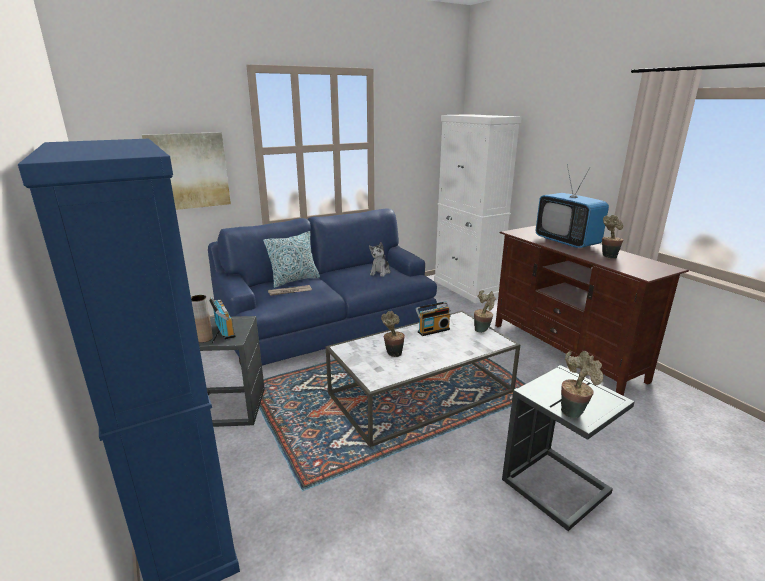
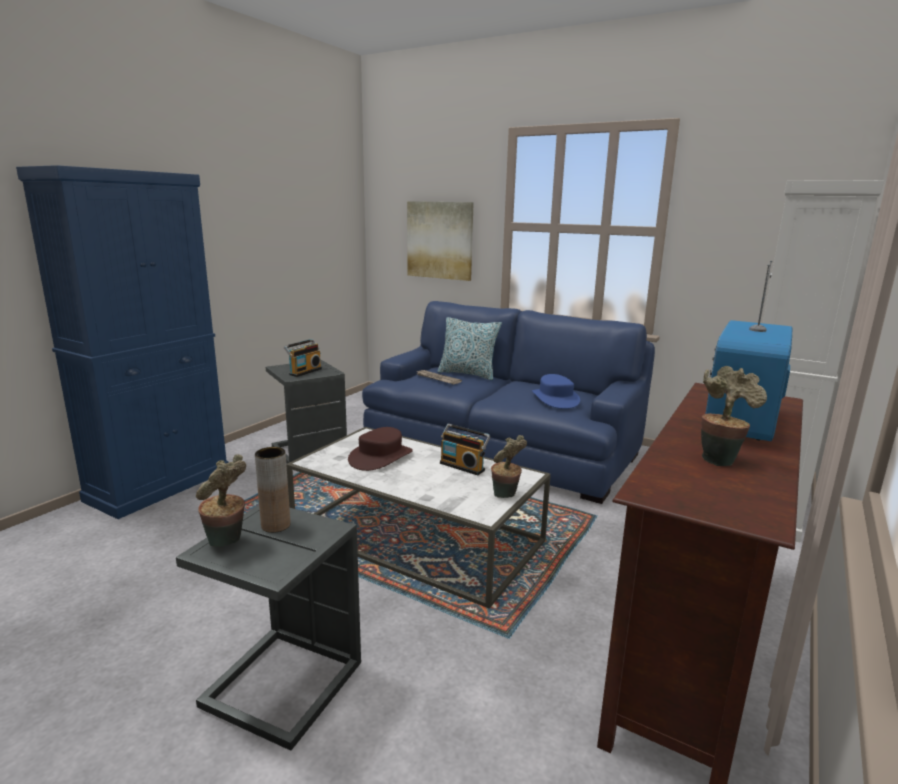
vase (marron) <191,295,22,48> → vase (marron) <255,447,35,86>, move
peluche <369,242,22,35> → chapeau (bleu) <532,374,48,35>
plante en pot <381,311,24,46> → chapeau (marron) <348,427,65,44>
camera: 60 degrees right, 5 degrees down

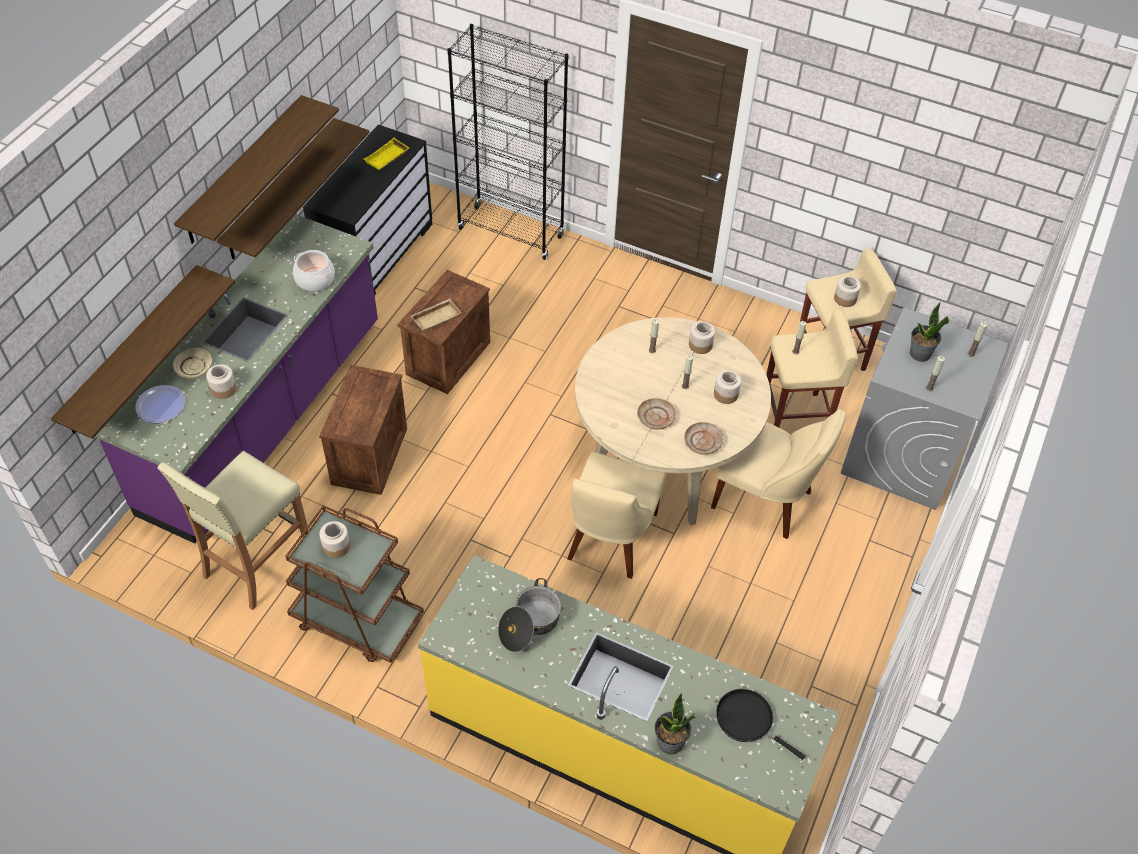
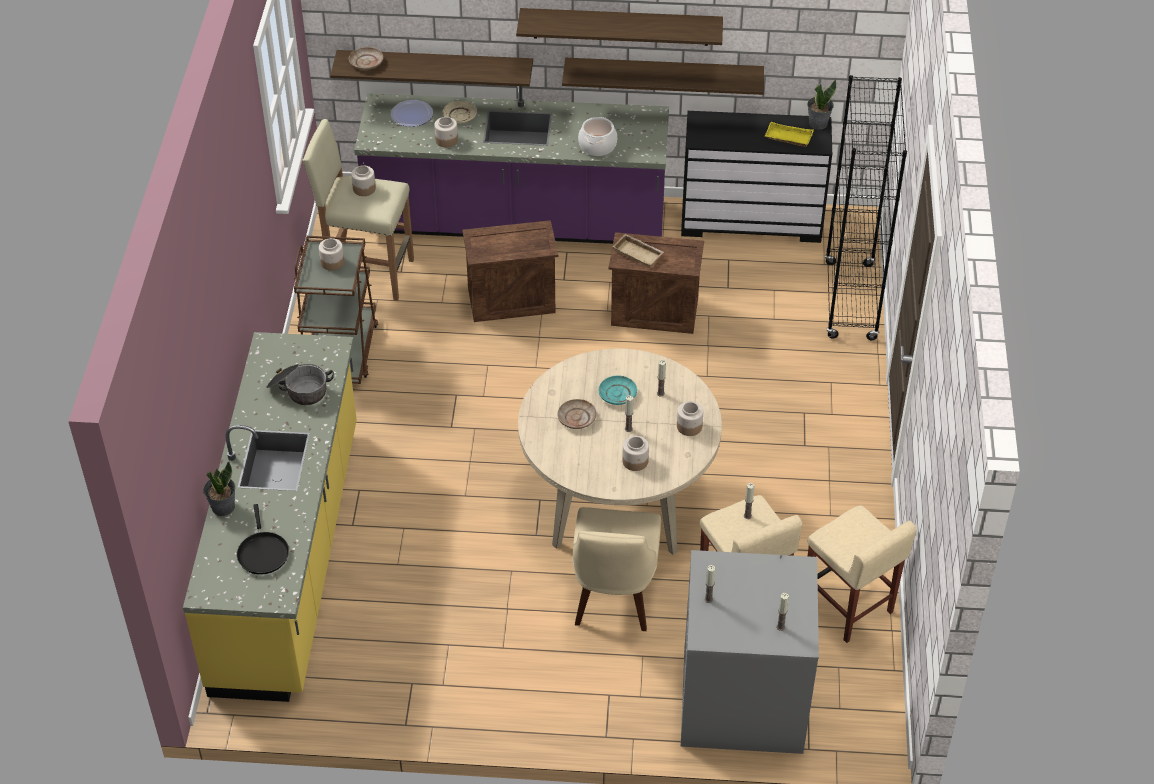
chaise (beige) <567,452,99,127> → -
- → assiette (turquoise) <599,376,38,29>
assiette (beige) <684,422,39,33> → assiette (beige) <349,47,34,23>, move
bocal <834,276,27,31> → bocal <351,165,25,31>, move
plante en pot <910,302,39,60> → plante en pot <807,80,29,49>, move
poêle (noir) <716,689,90,71> → poêle (noir) <237,504,52,71>, 150 degrees clockwise
camera: 70 degrees right, 5 degrees down

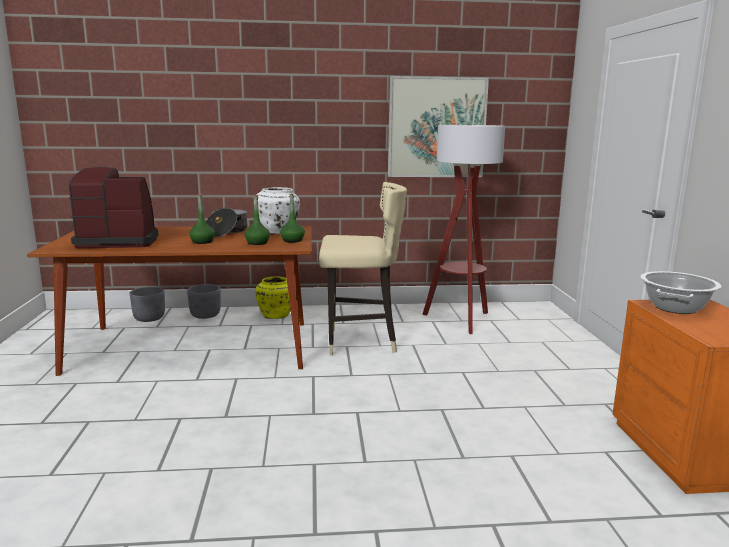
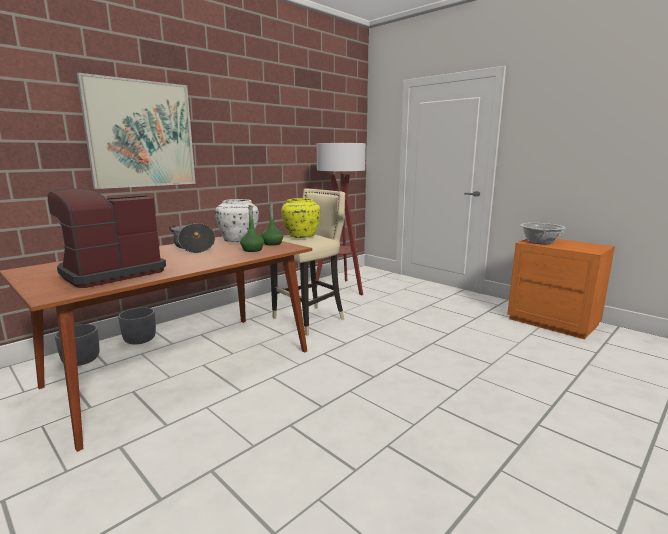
bouteille (vert) <189,194,26,50> → -
vase (jaune) <255,277,36,42> → vase (jaune) <281,198,39,40>, move
tableau <388,76,101,101> → tableau <76,73,120,116>, move
camera: 40 degrees left, 0 degrees up

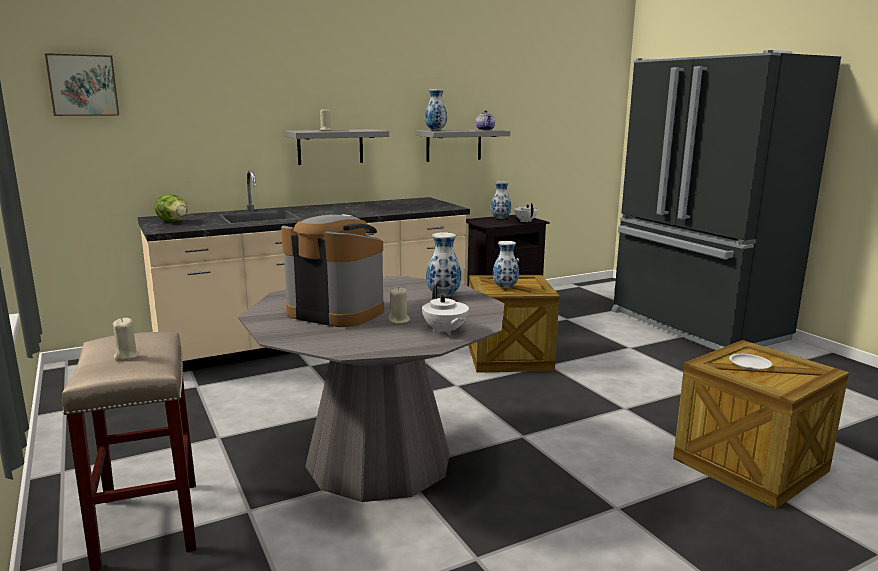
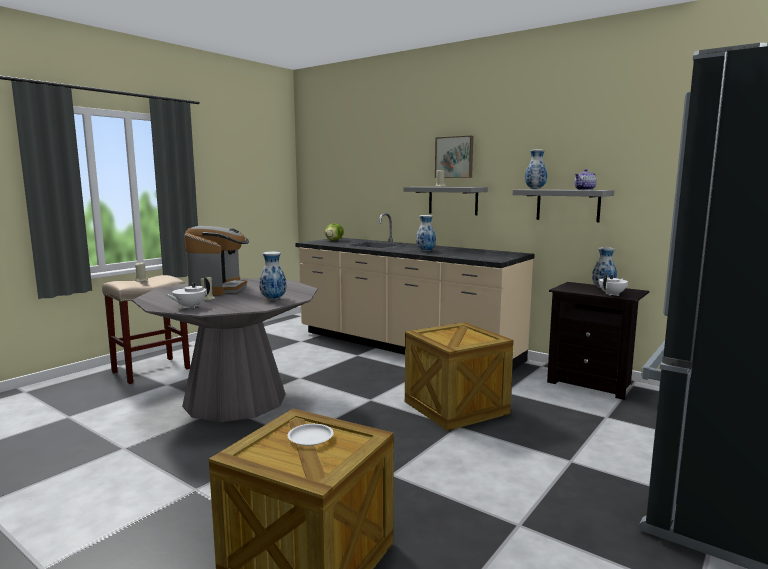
tableau <45,53,74,63> → tableau <435,136,38,42>, move
vase <493,241,26,48> → vase <416,215,20,37>, move
camera: 65 degrees right, 5 degrees down

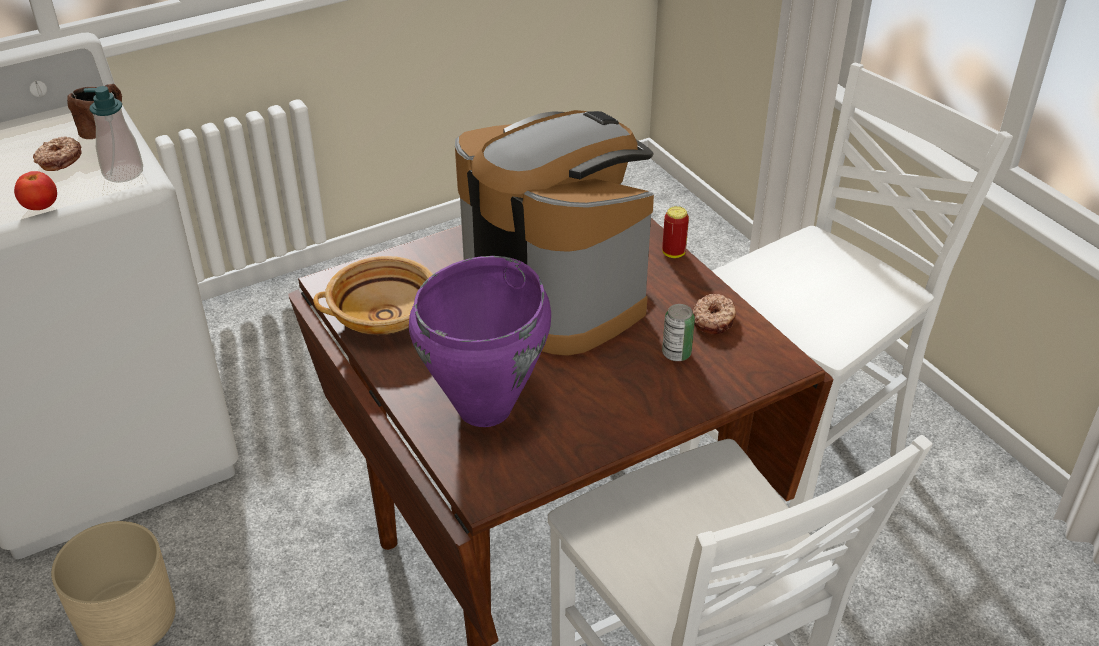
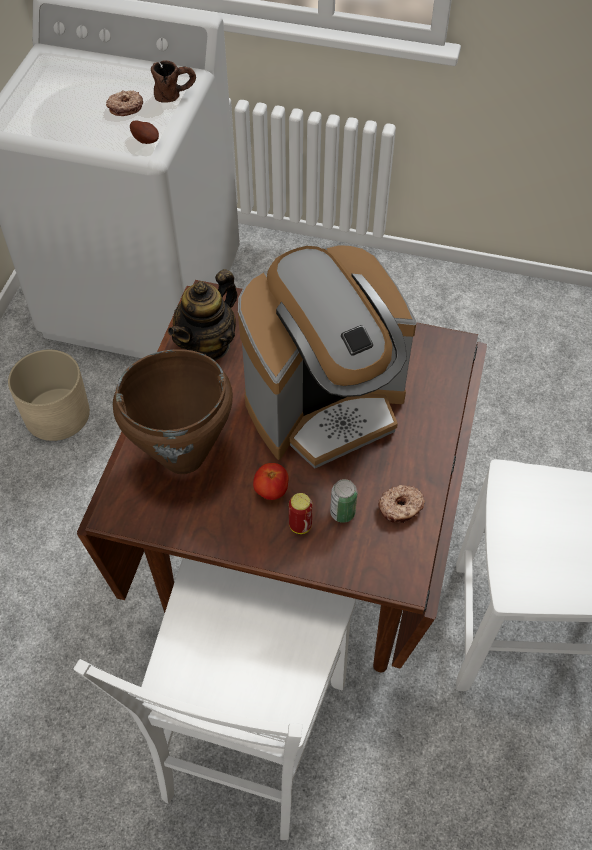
tomate <14,171,43,39> → tomate <253,463,36,37>, move
boîte métallique <662,206,27,52> → boîte métallique <289,493,24,41>, move
distributeur de savon <84,86,59,97> → pomme de terre <130,120,29,24>
bol (beige) <313,256,120,79> → théière <168,269,70,92>
marmite (violet) <409,256,142,171> → marmite (marron) <113,350,120,124>
machine à café <455,110,199,246> → machine à café <238,245,179,223>, 60 degrees clockwise
camera: 45 degrees right, 15 degrees up

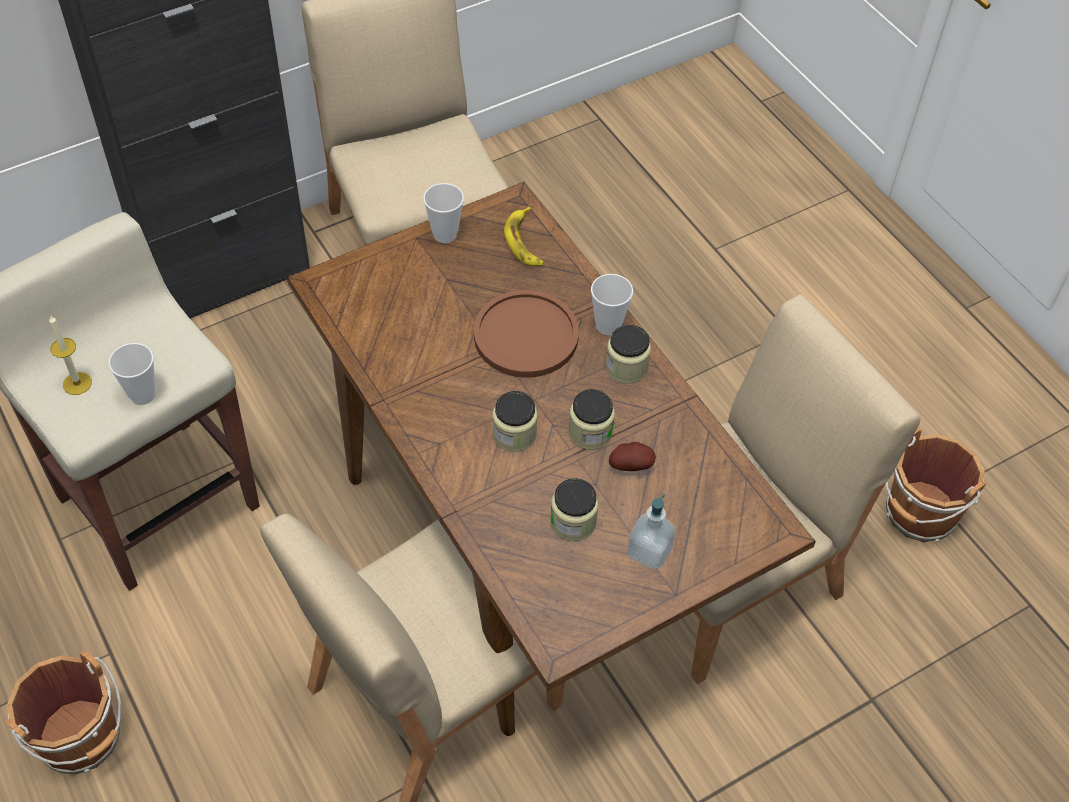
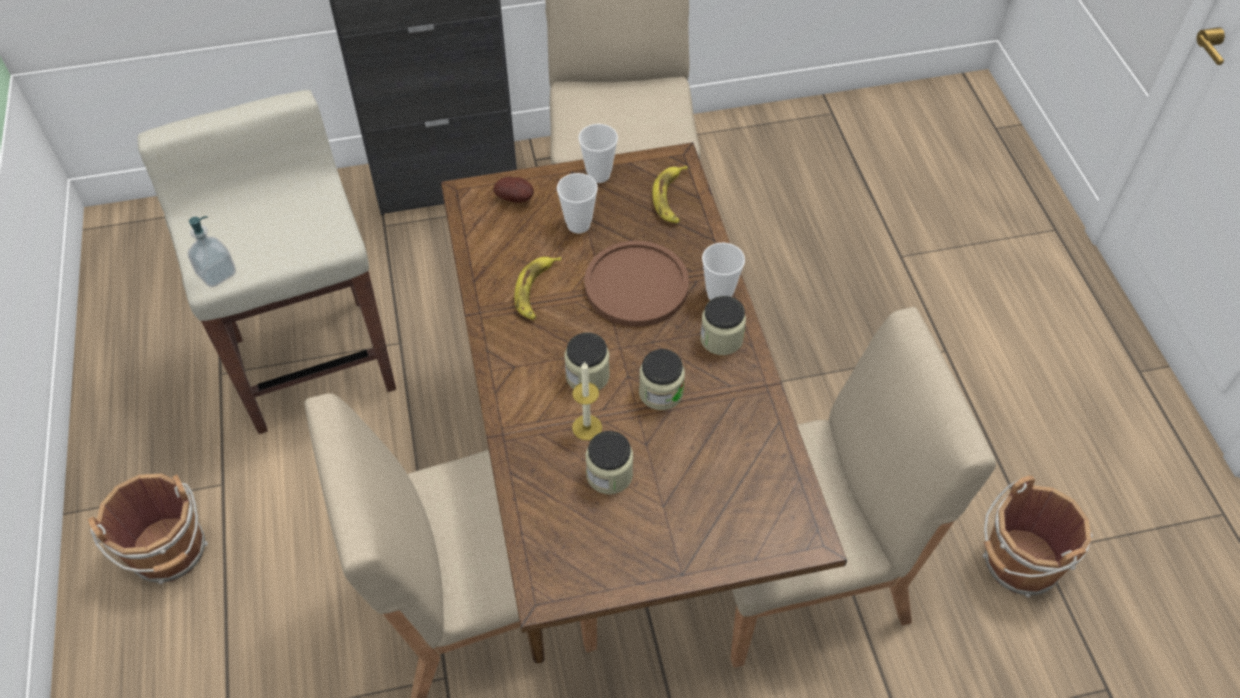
- → banane <514,257,47,63>
bougie <49,315,43,80> → bougie <572,361,30,80>, move
tasse <109,343,47,62> → tasse <557,173,41,60>, move
pomme de terre <609,442,47,29> → pomme de terre <494,177,40,26>, move
distributeur de savon <627,494,49,75> → distributeur de savon <188,216,48,71>, move
camera: 20 degrees right, 0 degrees up

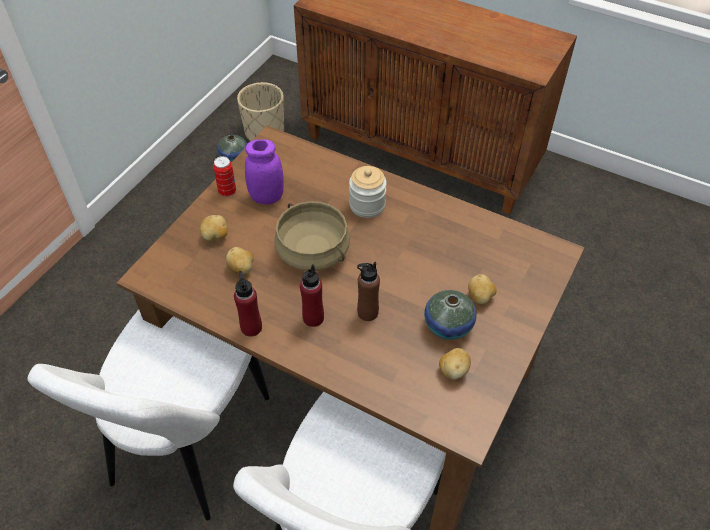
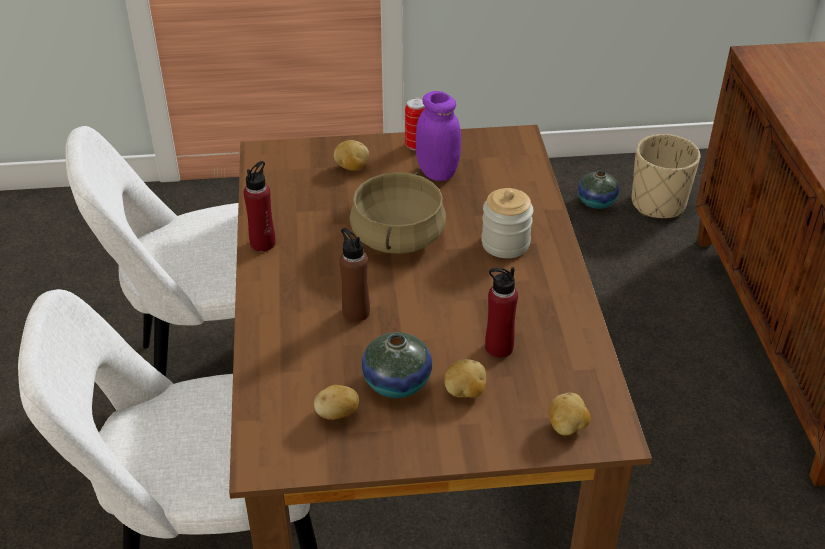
pomme de terre <226,247,28,27> → pomme de terre <549,393,42,43>, move
bouteille (rouge) <300,264,24,63> → bouteille (rouge) <485,267,33,91>, move
camera: 55 degrees right, 10 degrees down

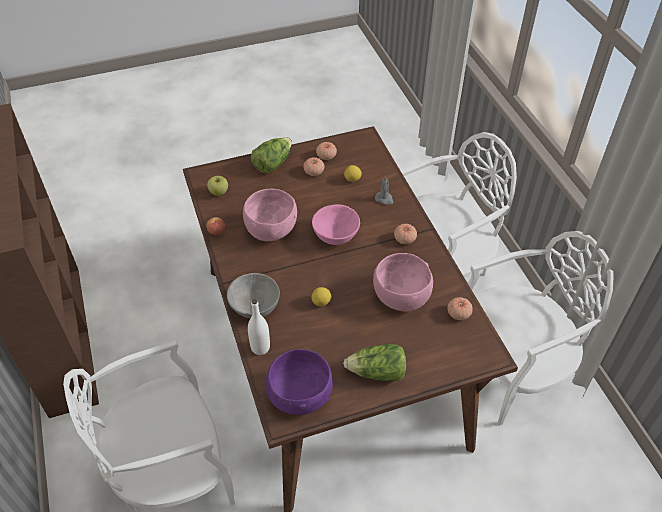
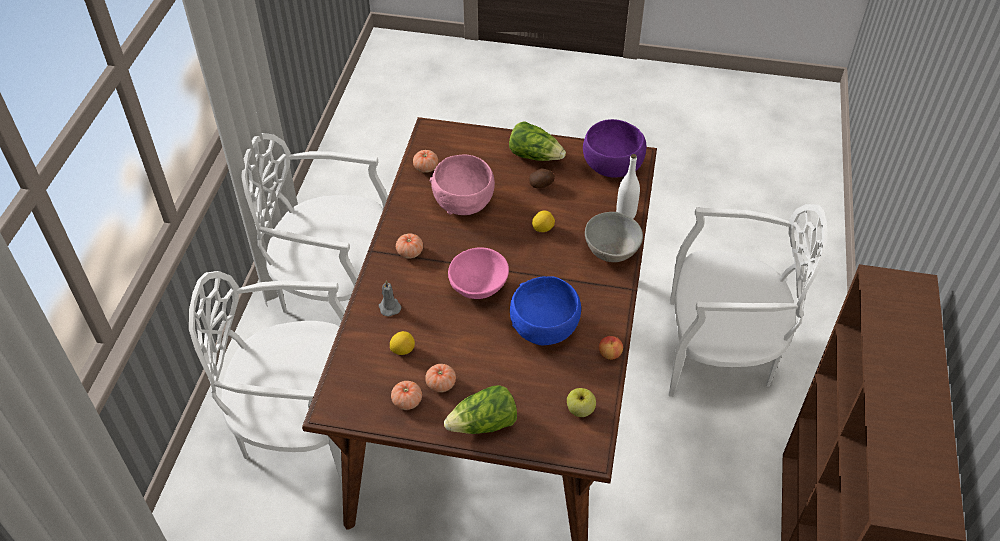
- → pomme de terre <529,169,26,19>
bol (rose) <243,189,54,52> → bol (bleu) <510,276,71,69>
camera: 150 degrees left, 0 degrees up

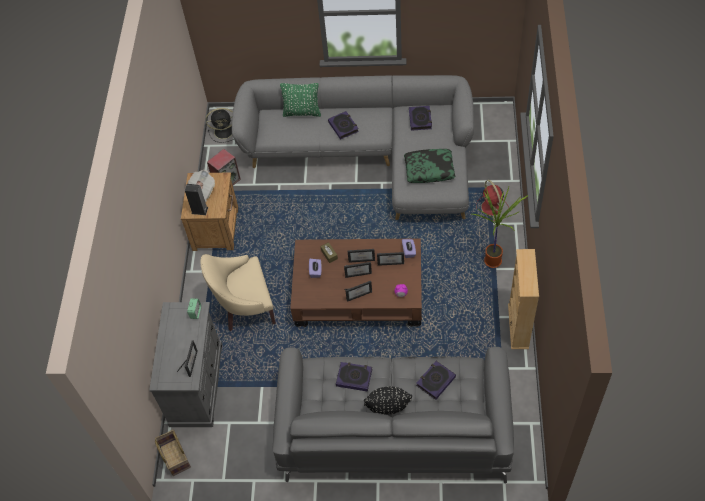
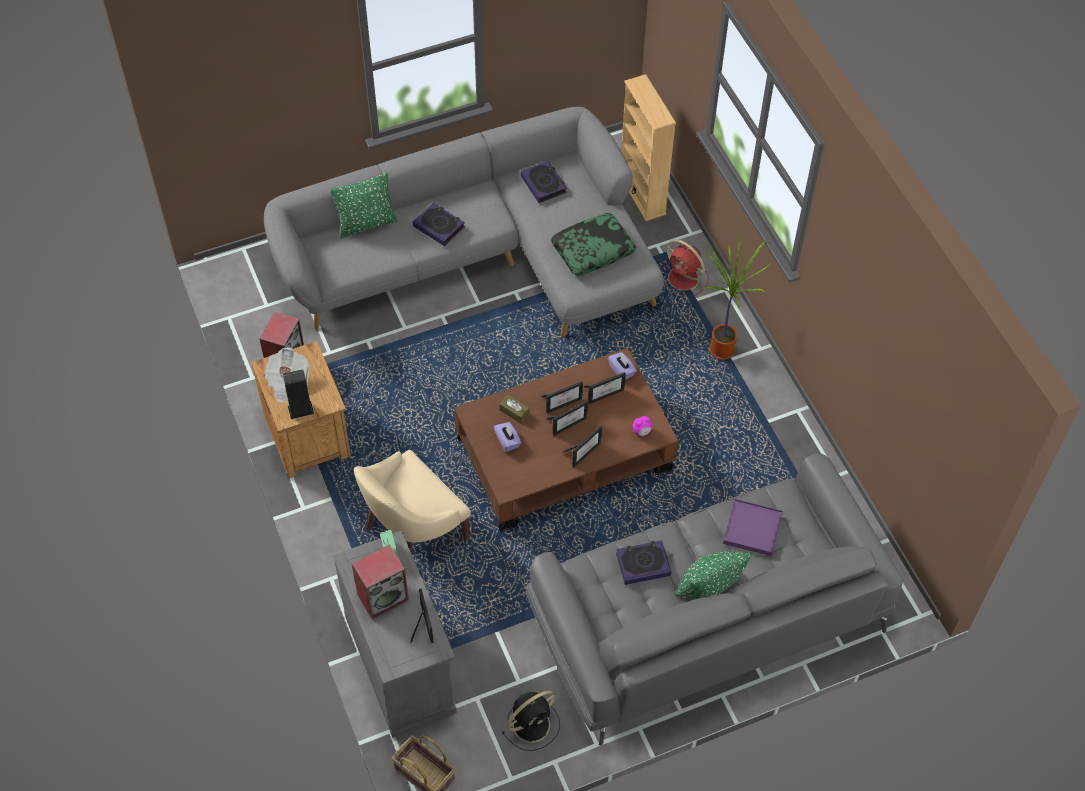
- → enceinte <352,544,57,75>
ventilateur (noir) <206,108,28,35> → ventilateur (noir) <502,690,58,61>, move
bibliothèque (beige) <508,249,31,100> → bibliothèque (beige) <621,74,55,147>, move
livre <416,361,40,39> → plateau (violet) <723,499,60,57>
coussin (noir) <364,387,48,28> → coussin (vert) <675,552,77,47>
camera: 30 degrees left, 0 degrees up

